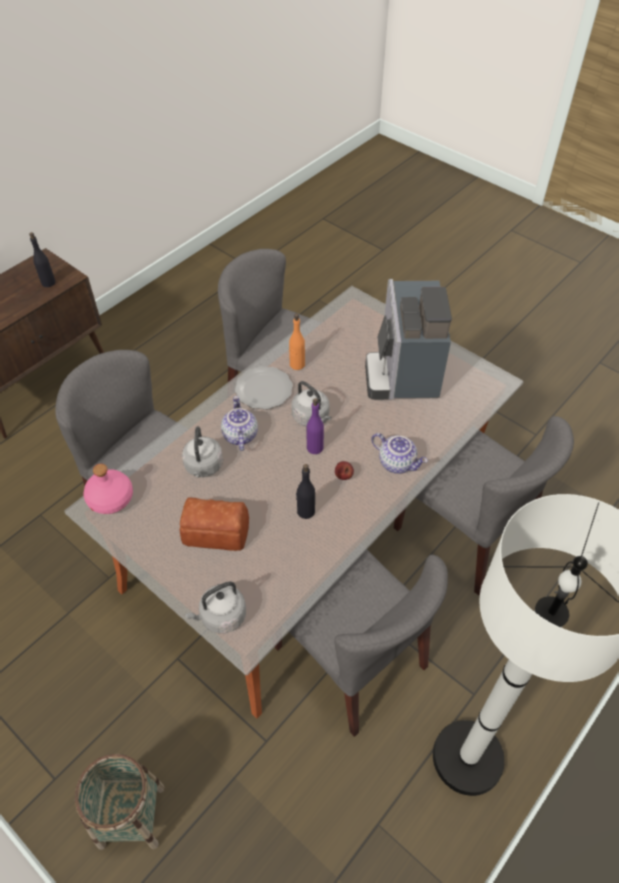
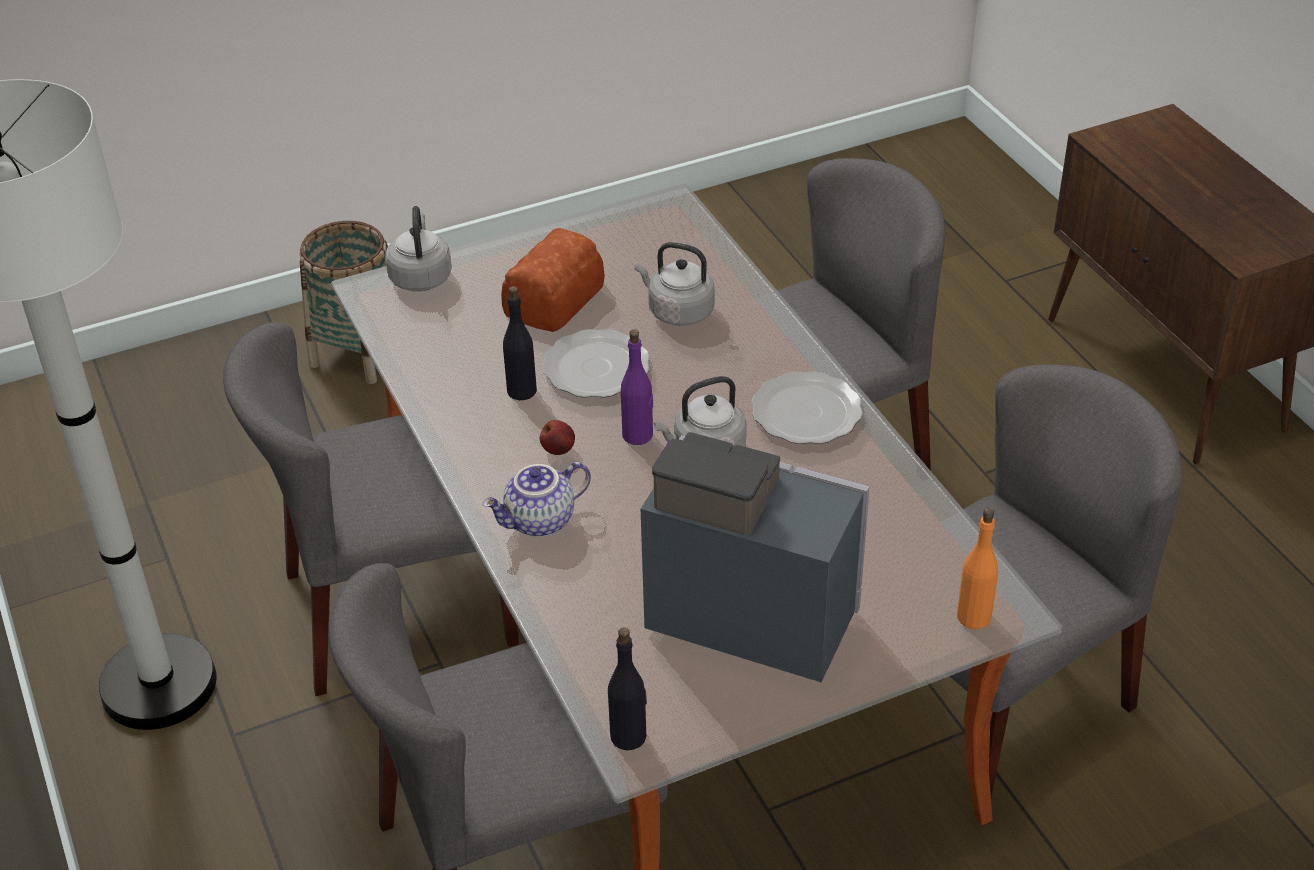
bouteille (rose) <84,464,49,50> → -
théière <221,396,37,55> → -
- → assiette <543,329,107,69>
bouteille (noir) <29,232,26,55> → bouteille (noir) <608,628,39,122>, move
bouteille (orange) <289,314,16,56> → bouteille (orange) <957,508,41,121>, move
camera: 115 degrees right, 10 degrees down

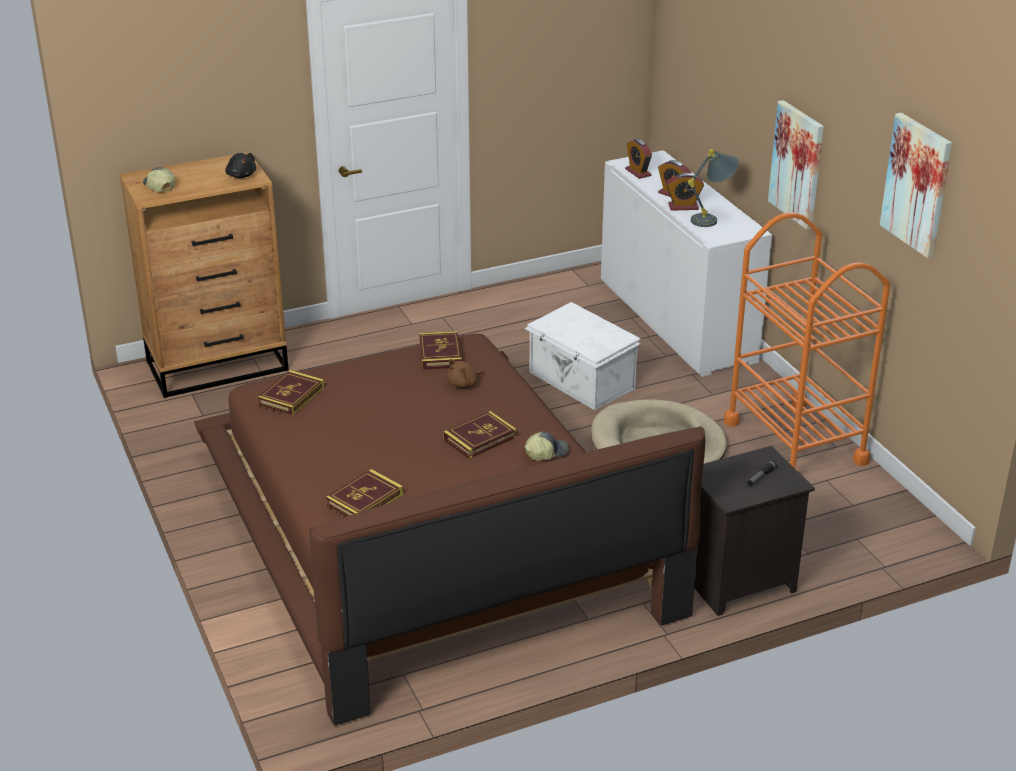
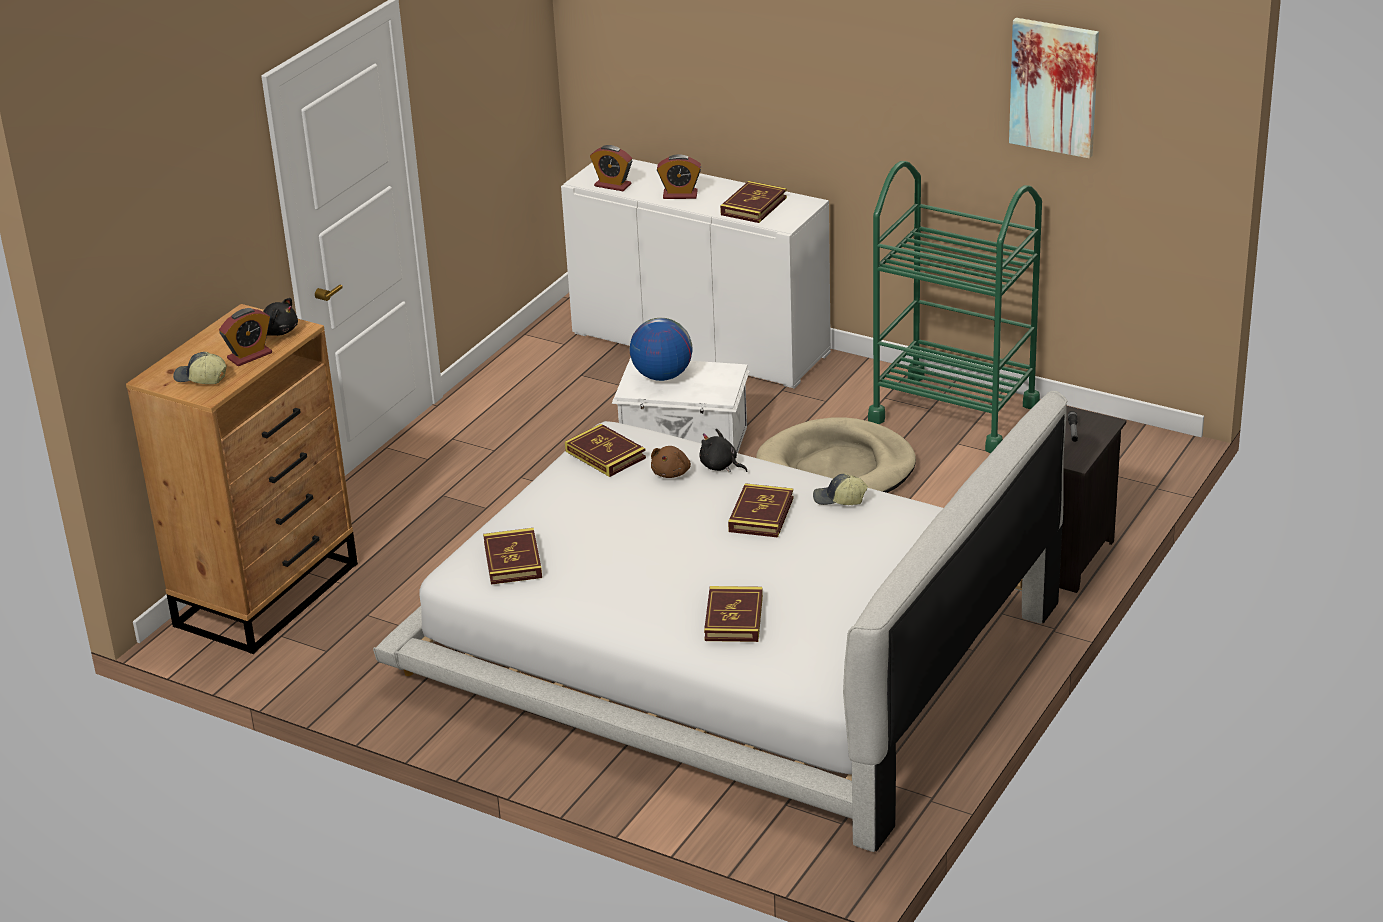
tableau <768,100,56,130> → -
- → globe <630,318,63,63>
- → peluche (noir) <699,429,48,43>
réveil <666,173,38,38> → réveil <219,308,53,58>, move
lampe de table (gris) <688,149,51,78> → livre <720,181,67,42>
lit (marron) <194,334,511,392> → lit (blanc) <373,391,695,461>
chariot (orange) <724,212,166,260> → chariot (vert) <868,161,174,293>
casquette <525,431,44,29> → casquette <813,473,55,32>, 105 degrees counterclockwise
camera: 35 degrees left, 0 degrees up

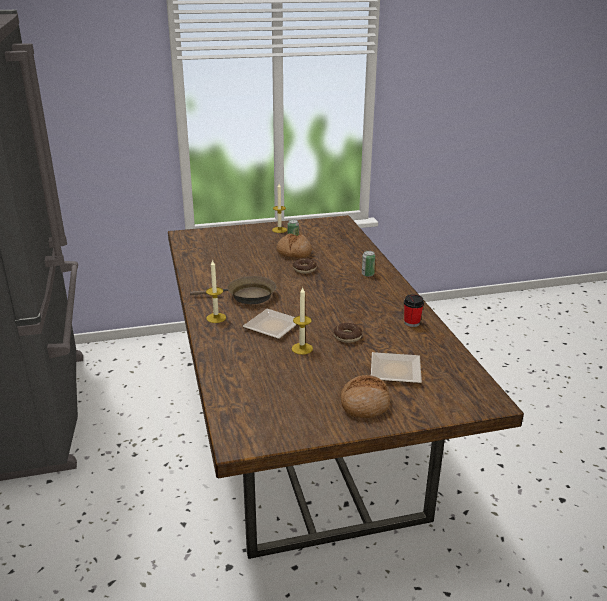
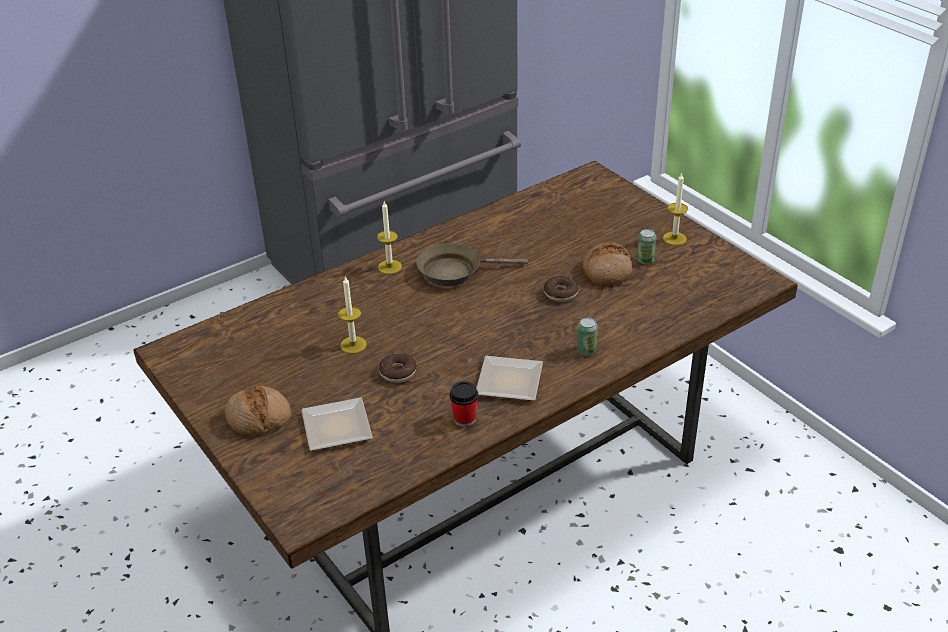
assiette <242,309,55,30> → assiette <476,356,67,45>, move
poêle (marron) <190,276,86,28> → poêle (marron) <416,243,112,43>, 105 degrees clockwise
camera: 70 degrees right, 10 degrees up

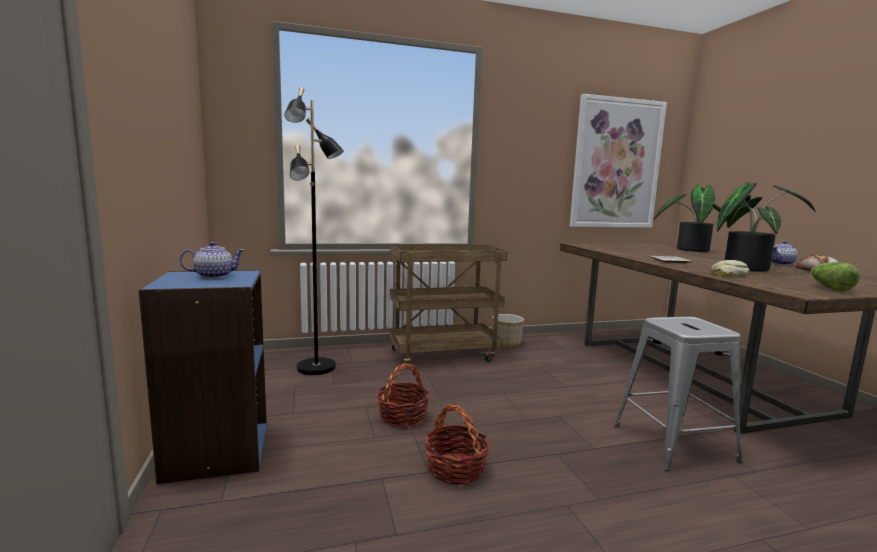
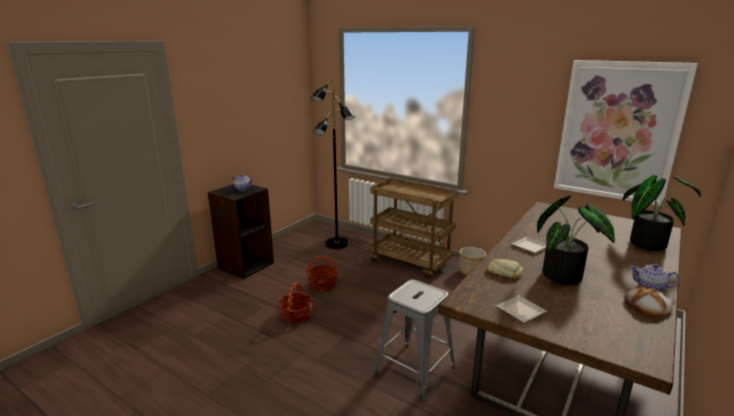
laitue <811,262,49,29> → assiette <496,296,51,27>
bibliothèque (bleu) <138,270,129,214> → bibliothèque (noir) <208,184,66,95>
camera: 50 degrees right, 10 degrees up

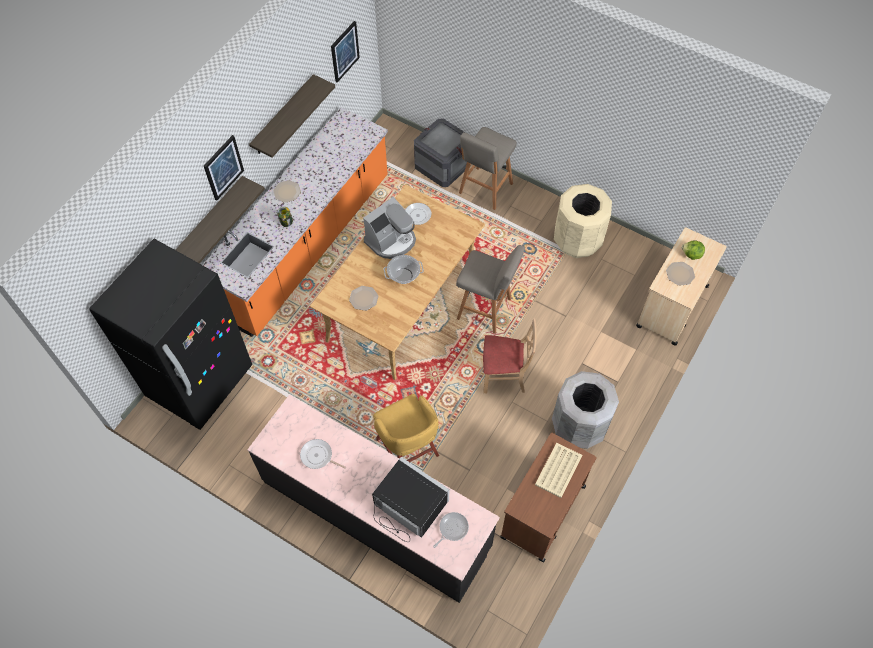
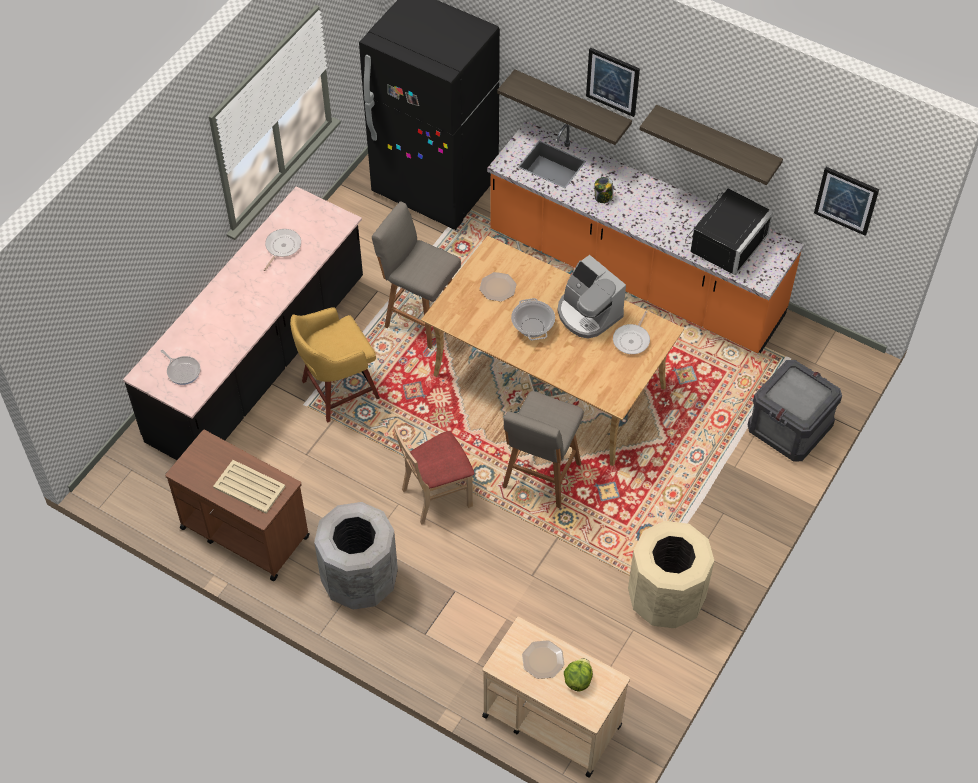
assiette <273,180,28,23> → -
micro-ondes (noir) <372,457,77,85> → micro-ondes (noir) <685,188,88,88>, move
tabouret (gris) <459,127,58,83> → tabouret (gris) <372,201,89,148>, move
chaise (beige) <483,318,54,75> → chaise (beige) <394,424,80,101>, 60 degrees clockwise
camera: 90 degrees right, 5 degrees down

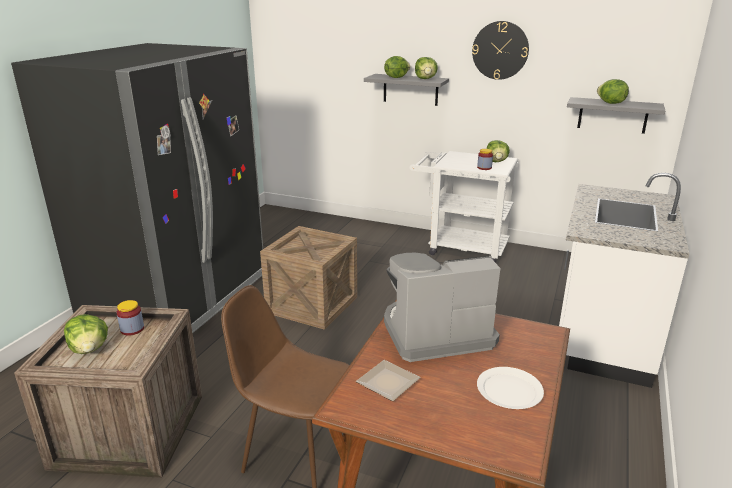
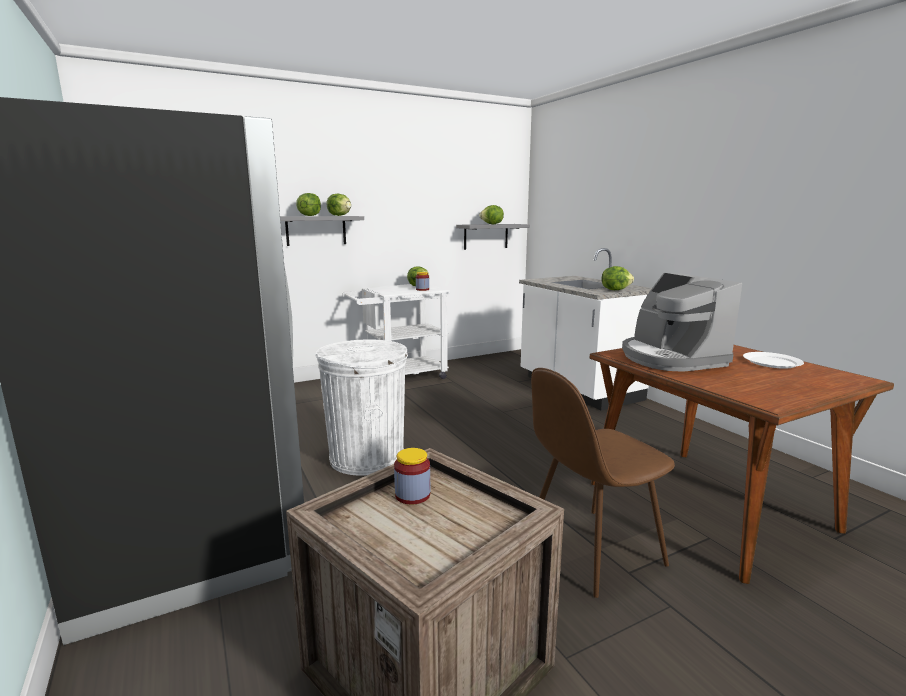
assiette <356,360,65,41> → -
horloge murale <472,21,57,59> → -
laitue <64,314,44,40> → laitue <602,266,32,24>, move
caisse <260,226,97,104> → poubelle (blanc) <315,339,93,137>
machine à café <384,252,116,110> → machine à café <622,273,120,99>, 45 degrees counterclockwise
camera: 50 degrees left, 10 degrees down

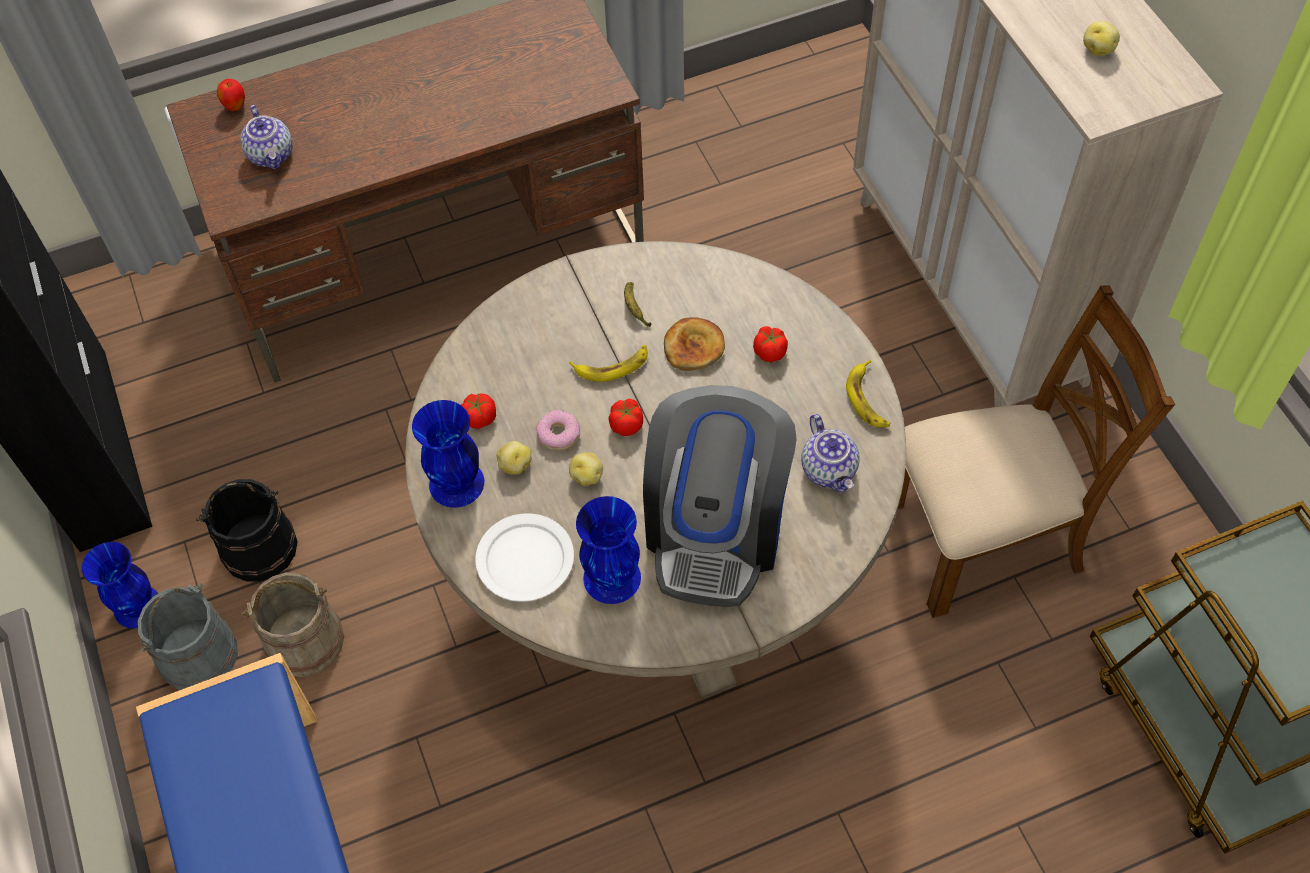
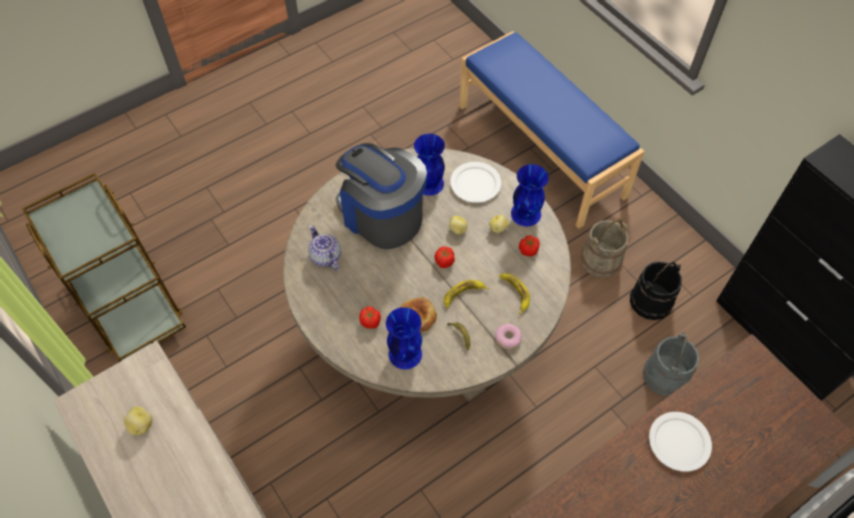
pomme <217,79,28,32> → -
théière <240,105,53,65> → -
chaise (marron) <897,286,278,332> → -
- → assiette (blanc) <649,412,63,60>
vase (bleu) <82,542,77,86> → vase (bleu) <386,307,36,62>, move
seau (gris) <138,583,100,107> → seau (gris) <643,332,56,64>, move
beignet <536,410,44,41> → beignet <495,323,27,26>, move
banane <846,359,44,68> → banane <499,273,31,41>, move
machine à café <643,385,154,222> → machine à café <335,143,92,106>, 45 degrees counterclockwise
camera: 165 degrees right, 0 degrees up

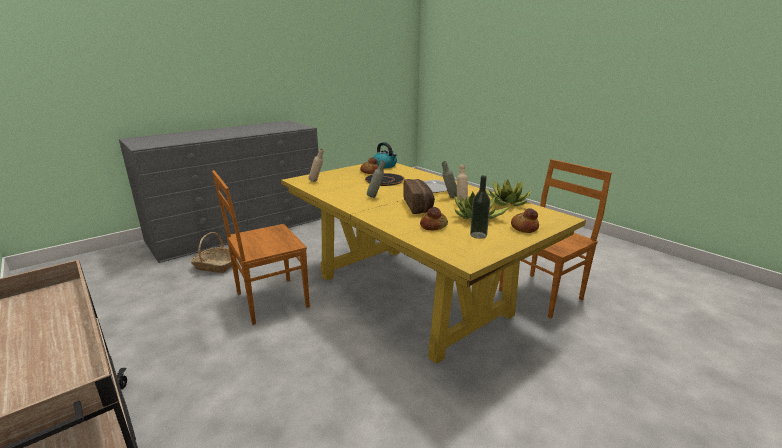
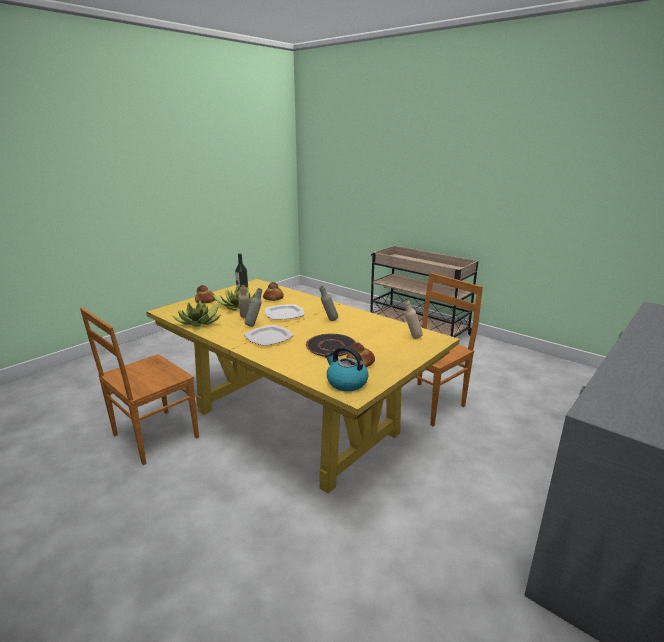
panier <190,232,42,41> → -
pain <403,179,32,35> → assiette <265,304,39,16>
camera: 170 degrees right, 0 degrees up

